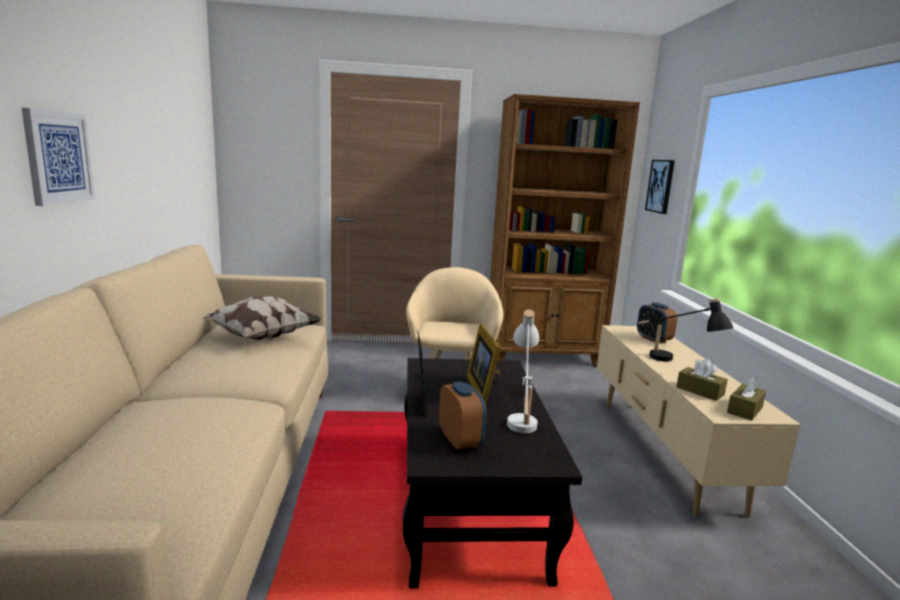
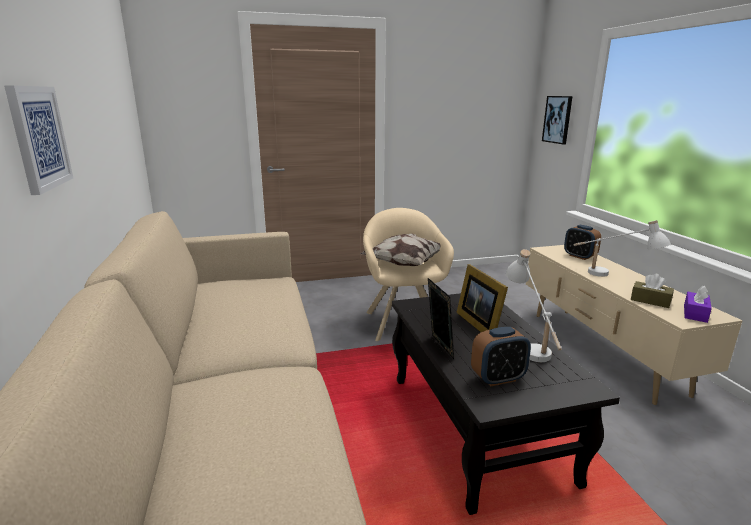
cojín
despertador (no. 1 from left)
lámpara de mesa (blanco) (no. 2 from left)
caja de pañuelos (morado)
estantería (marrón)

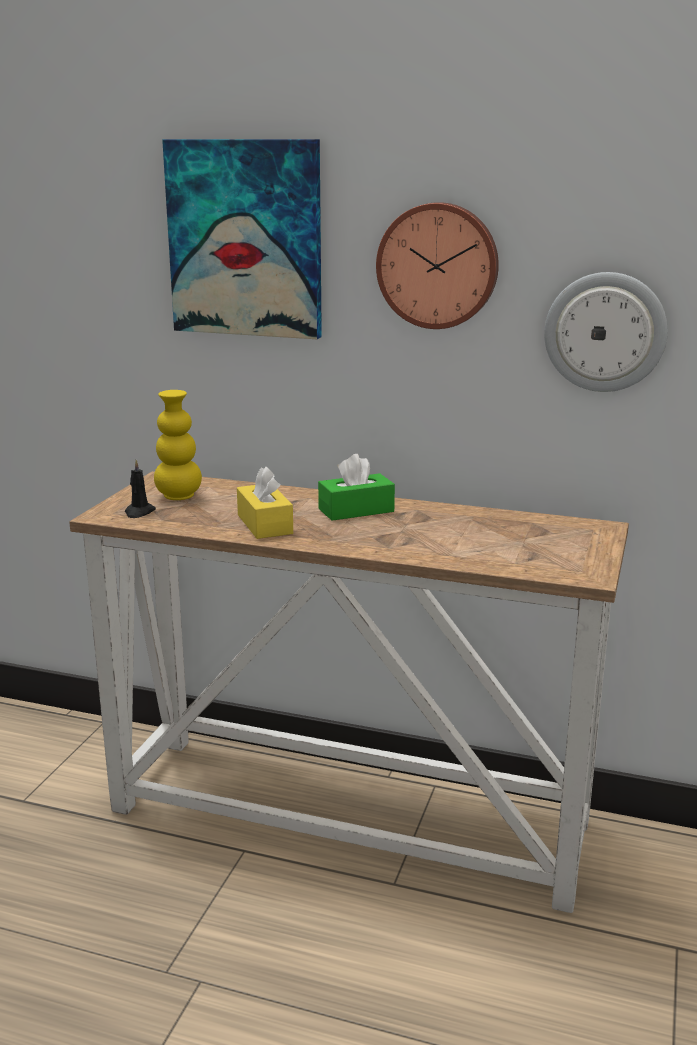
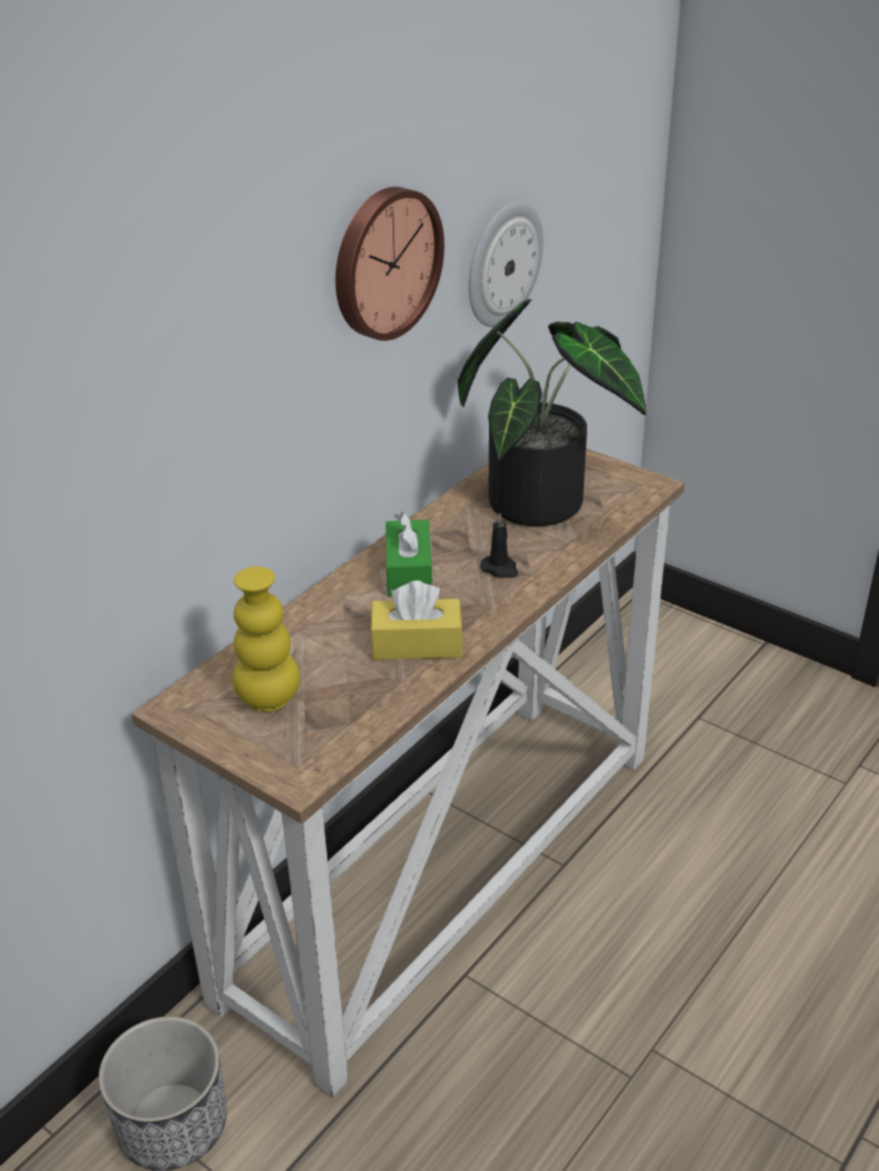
maceta
planta en maceta
vela (negro)
cuadro

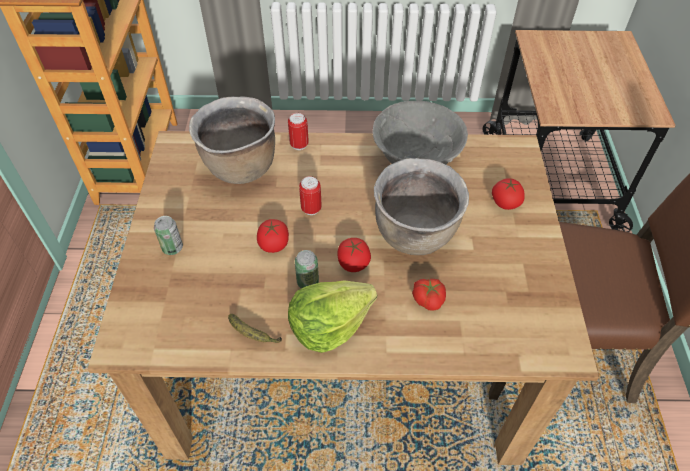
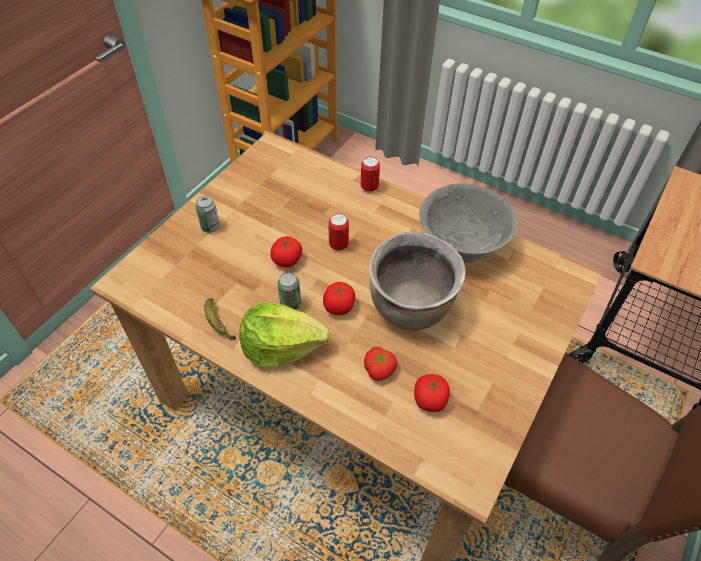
tomate (no. 4 from left)
olla (marrón) (no. 1 from left in the first image)

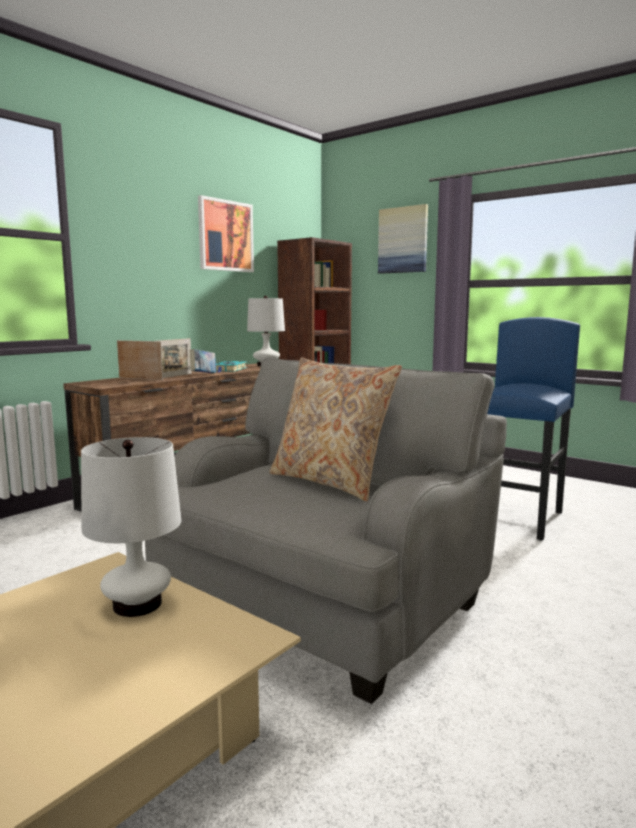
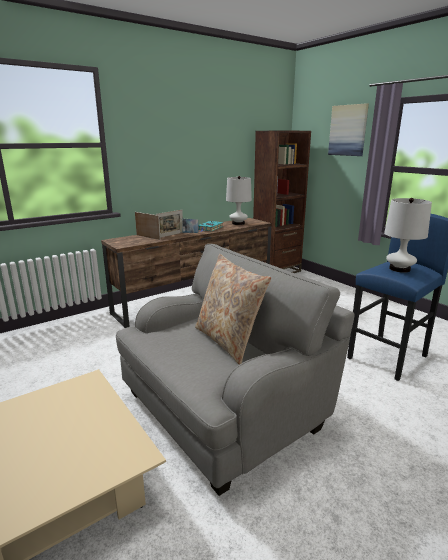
lámpara de mesa (blanco) (no. 2 from left)
cuadro (no. 1 from left in the first image)

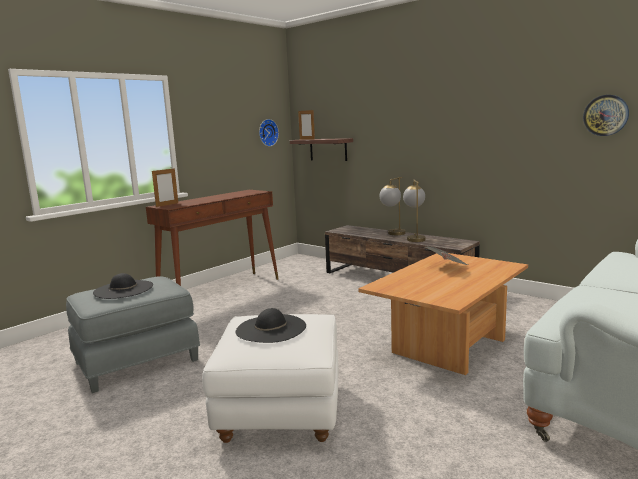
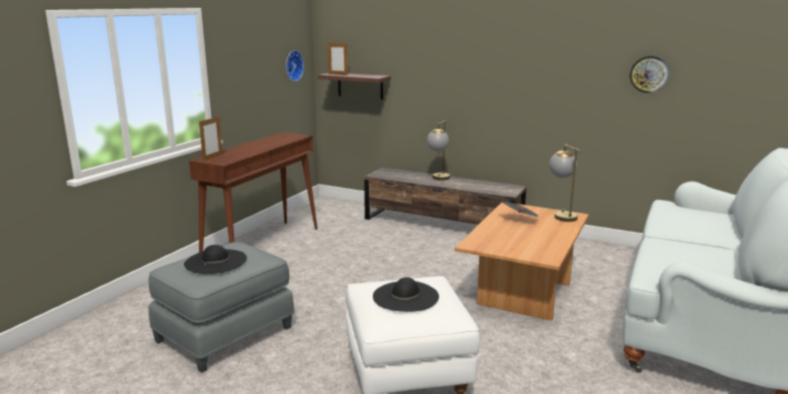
lámpara de mesa (no. 2 from left)

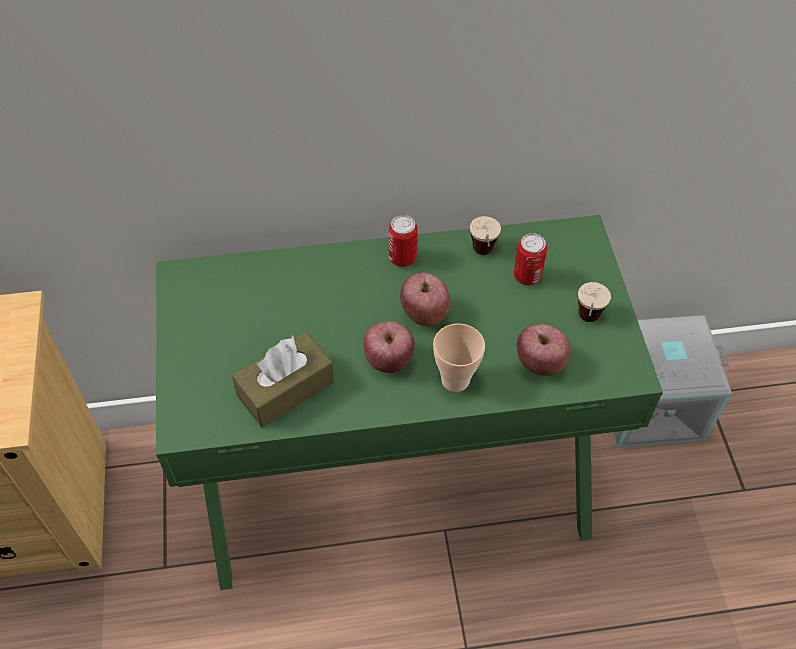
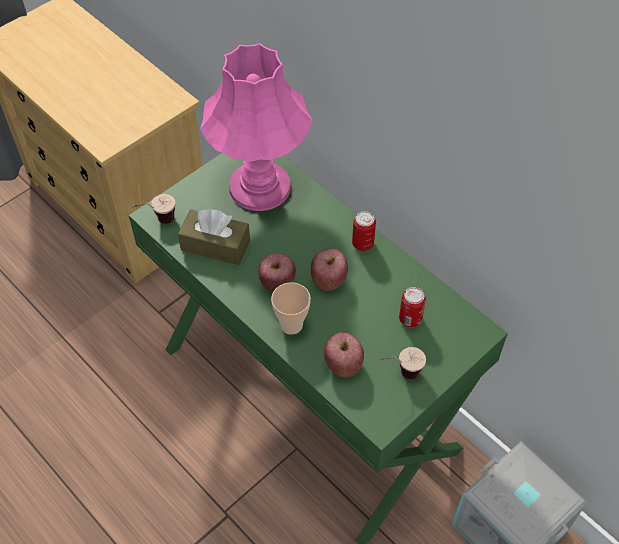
taza (no. 1 from left)
lámpara de mesa (rosa)

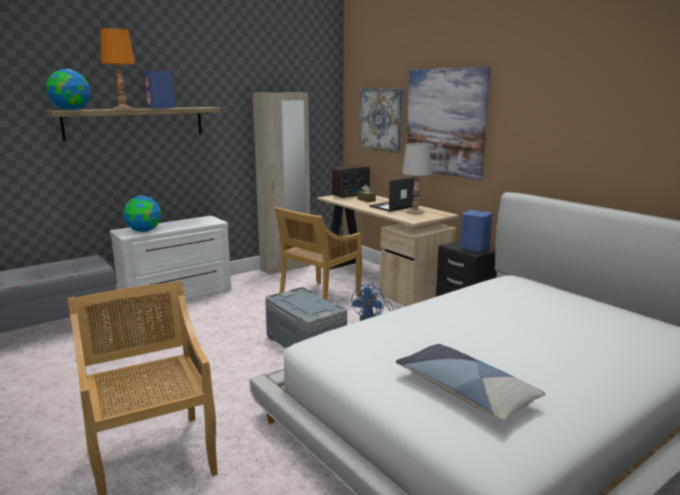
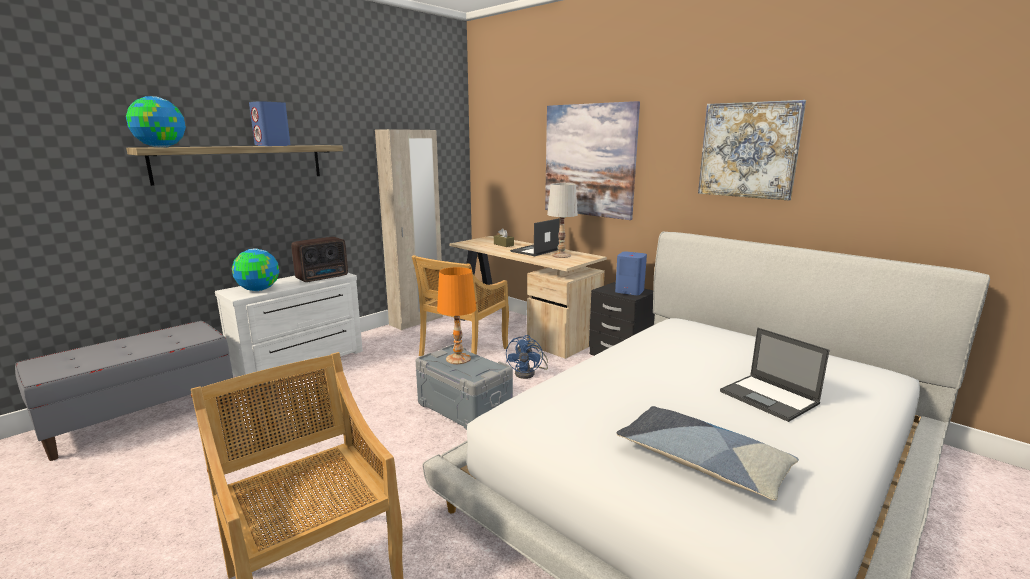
radio
lámpara de mesa (naranja)
cuadro (no. 2 from left)
portátil (no. 2 from left)

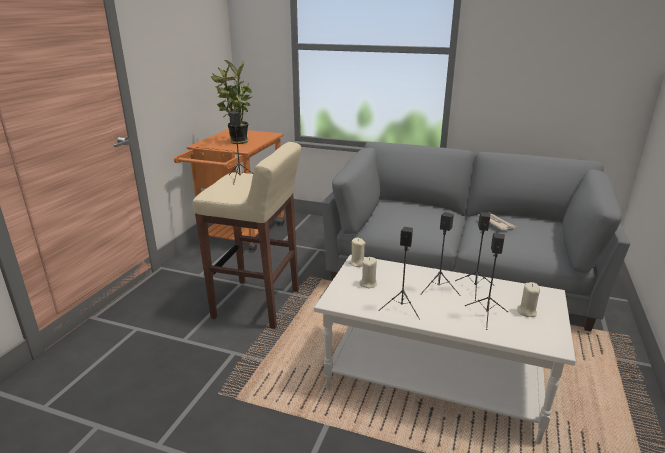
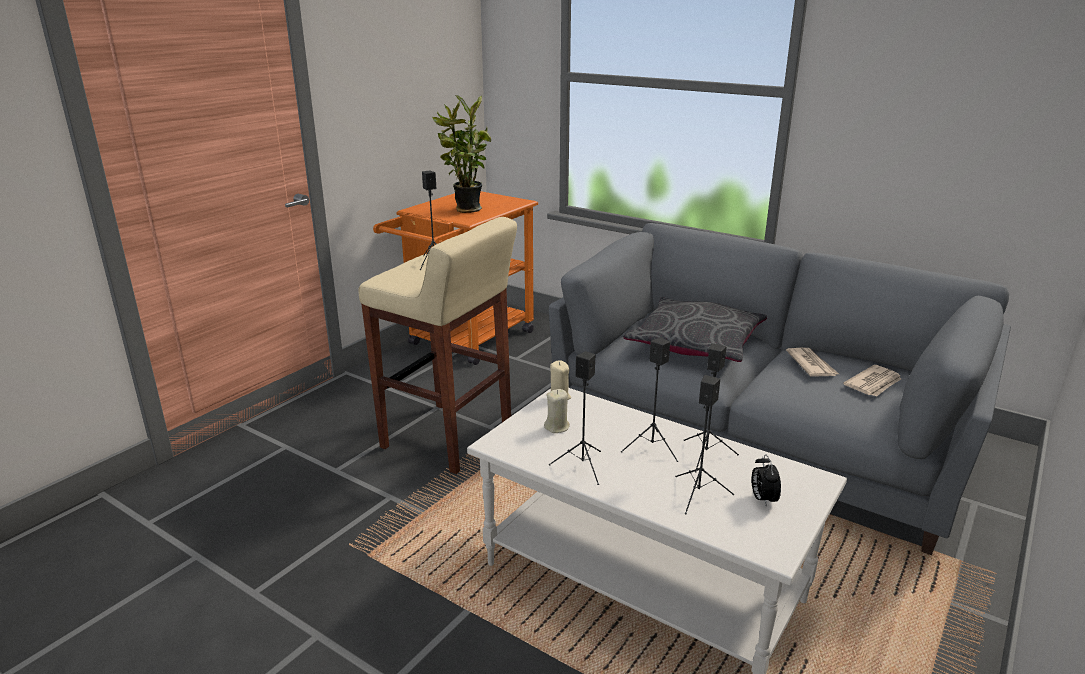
cojín (gris)
despertador
periódico (no. 2 from left)

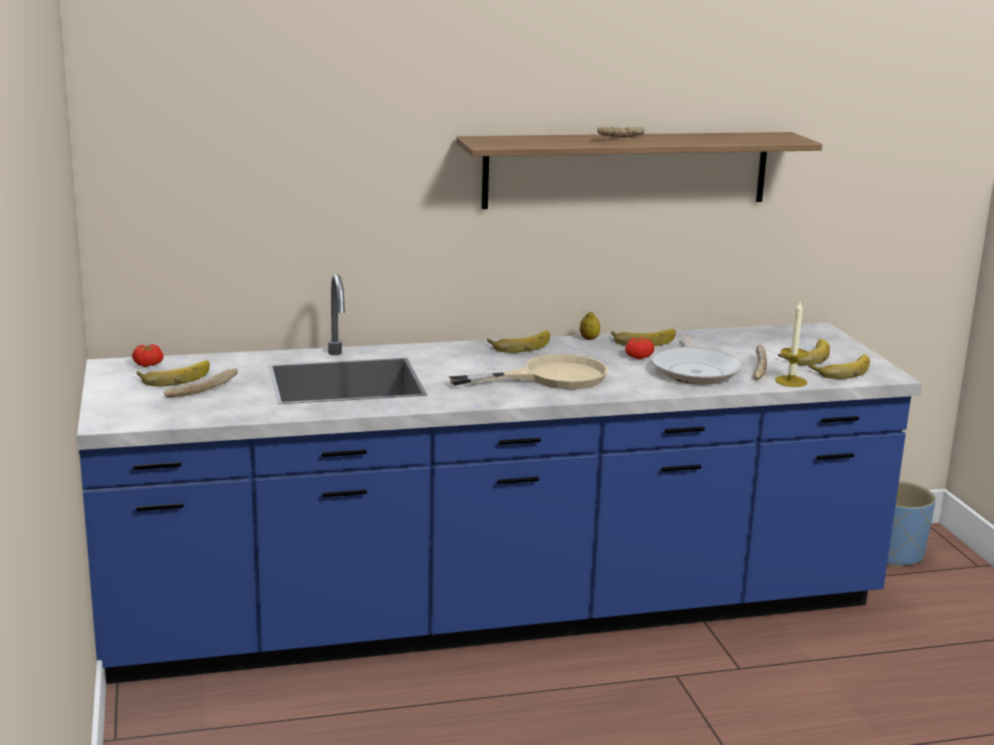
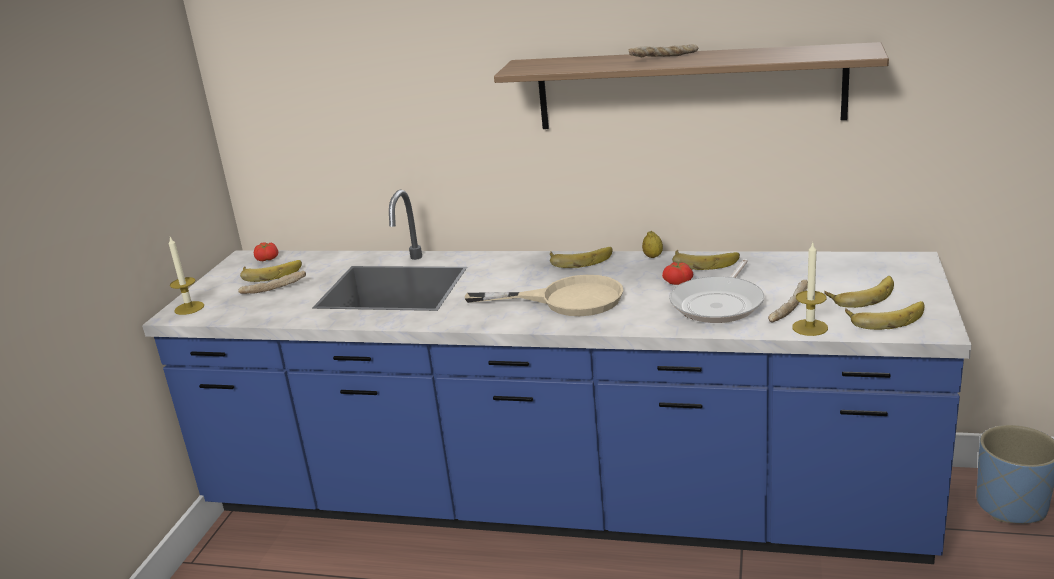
vela (no. 1 from left)

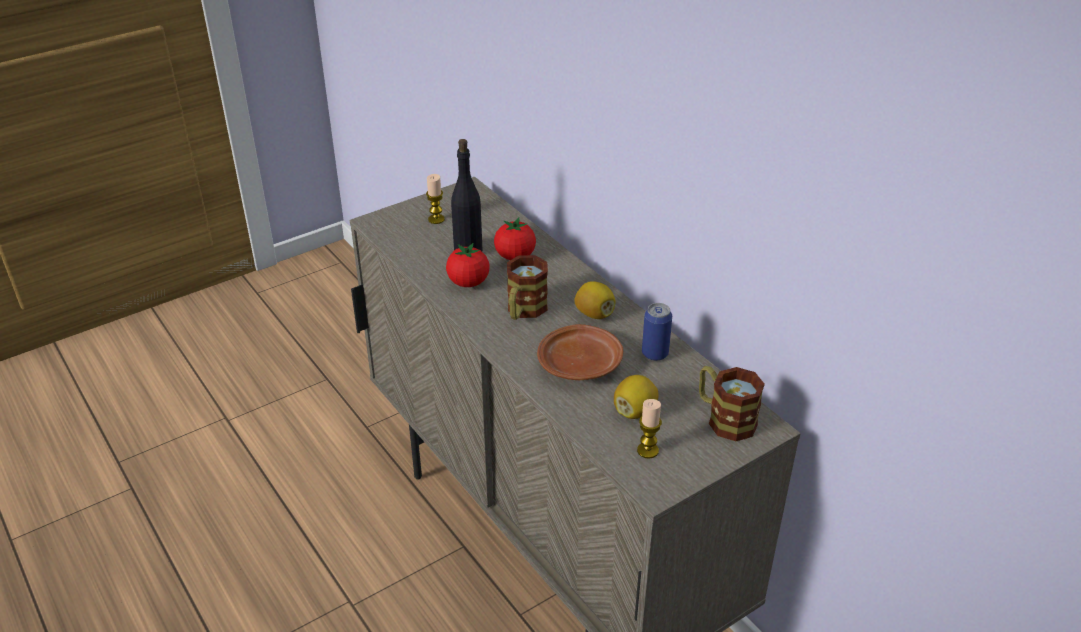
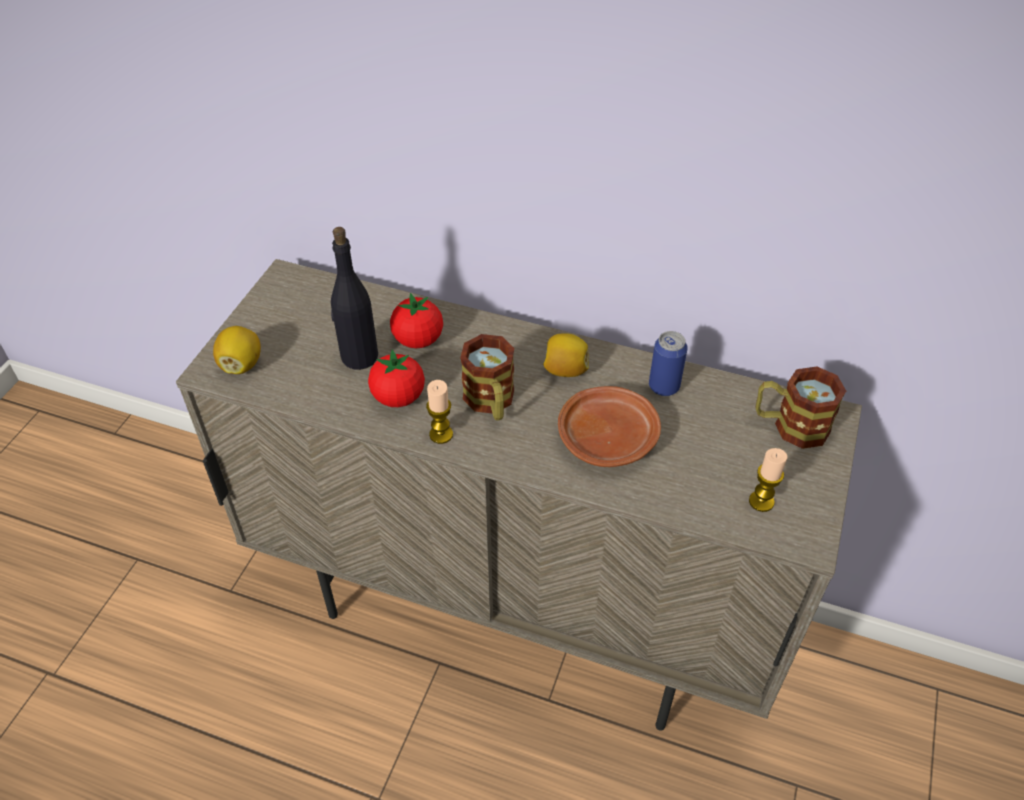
limón (no. 1 from left)
vela (no. 1 from left)

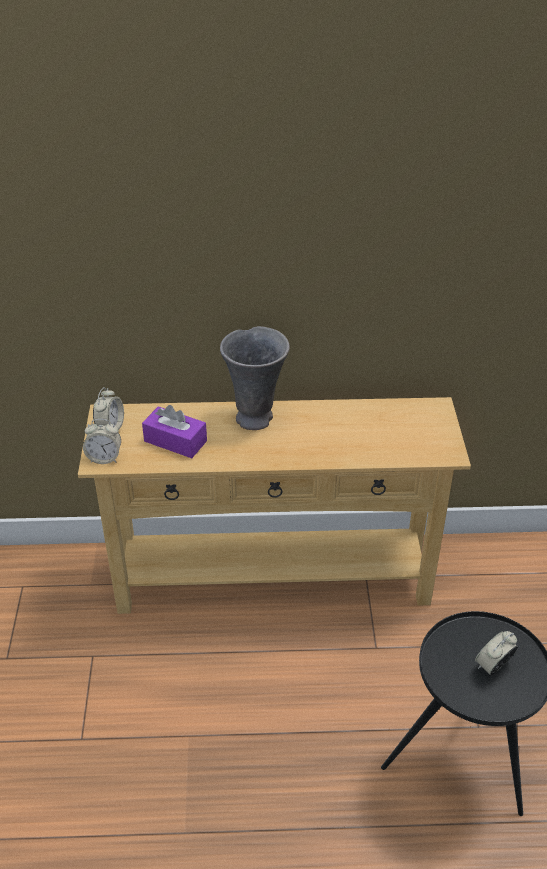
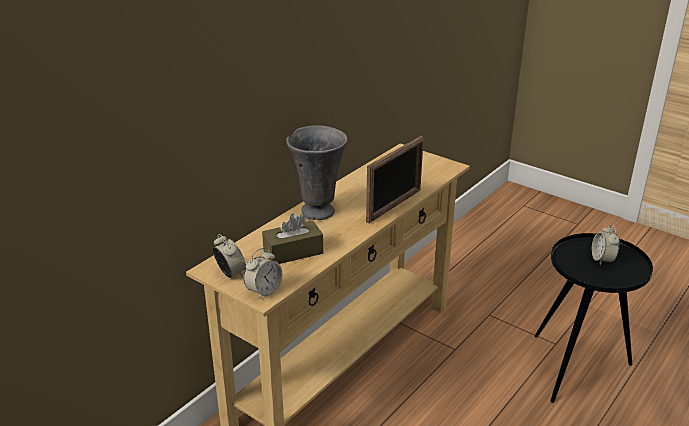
caja de pañuelos (marrón)
portarretratos

